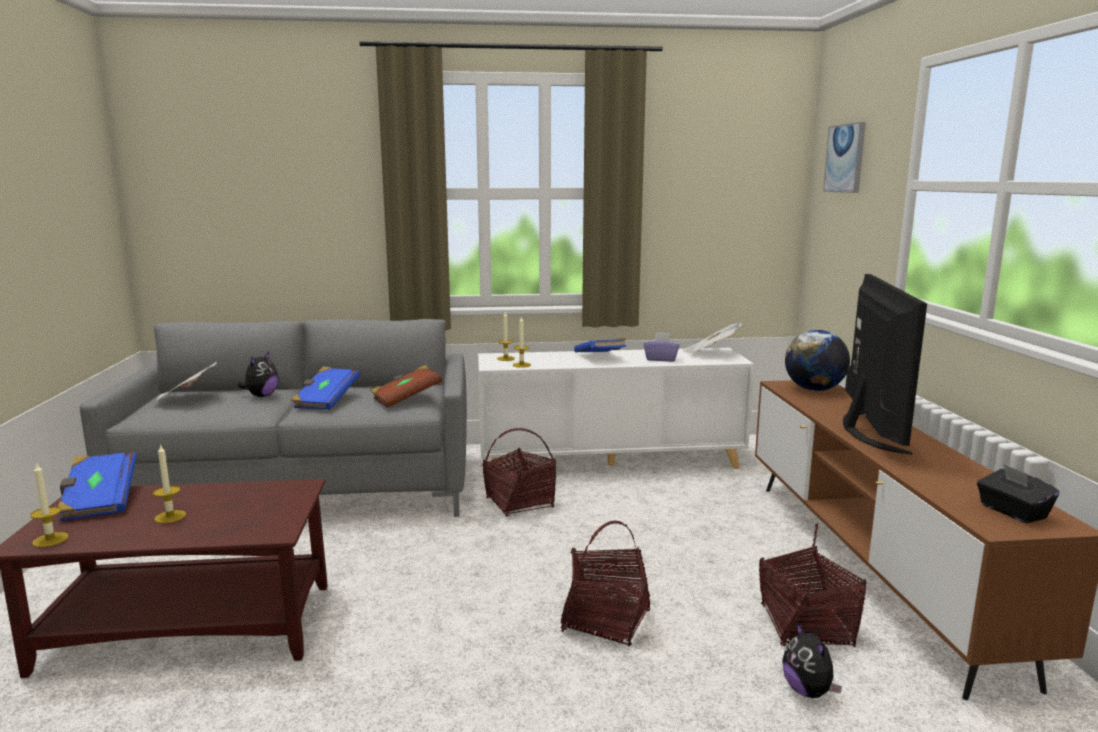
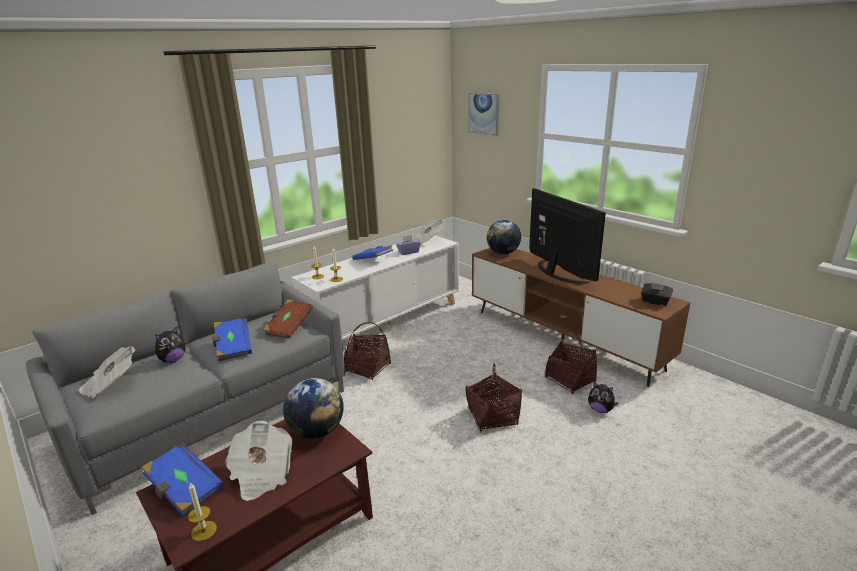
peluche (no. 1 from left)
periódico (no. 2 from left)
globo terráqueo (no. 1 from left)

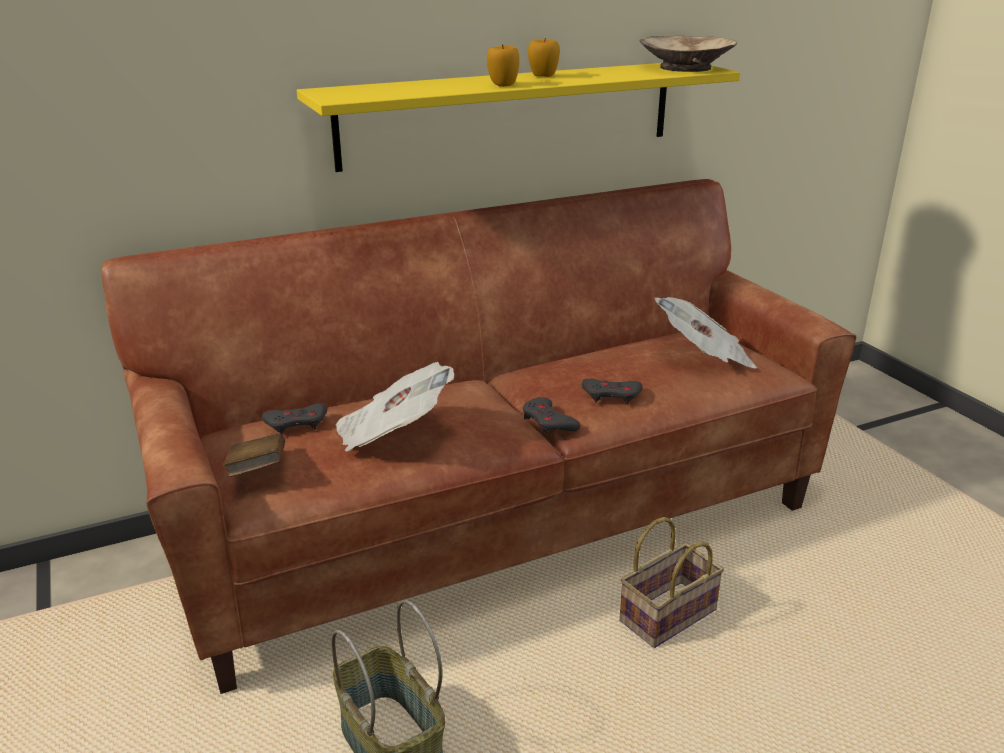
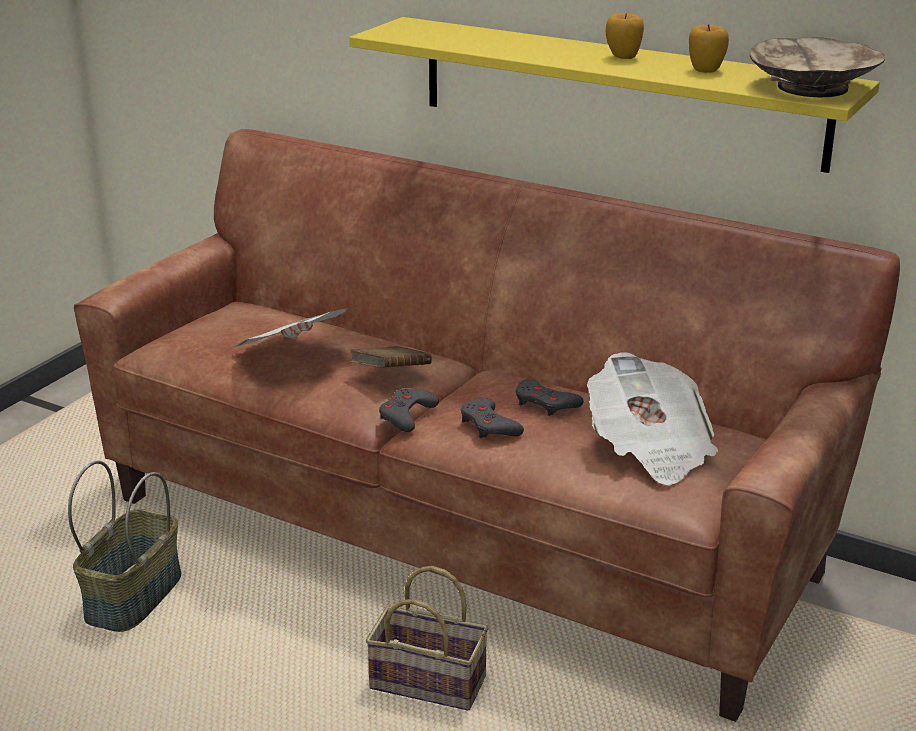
libro (marrón)
mando de consola (gris) (no. 3 from left)
manzana (no. 2 from left)

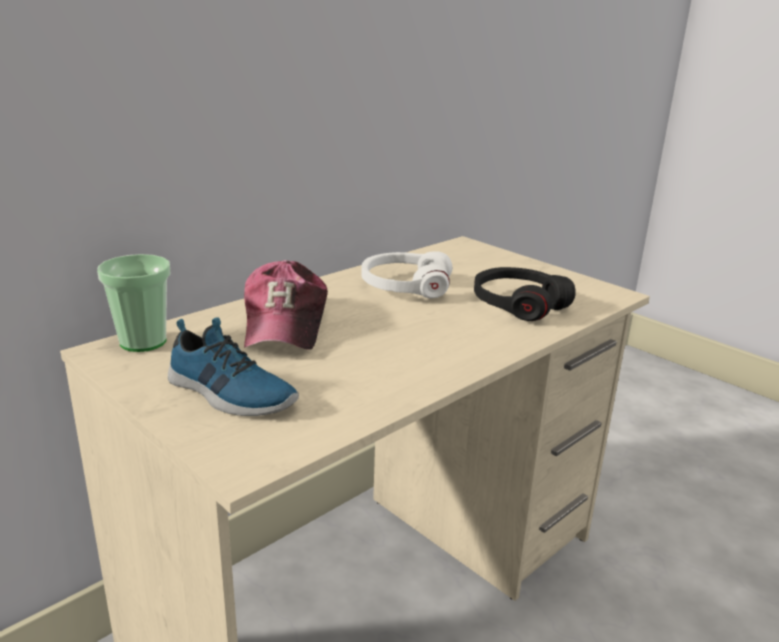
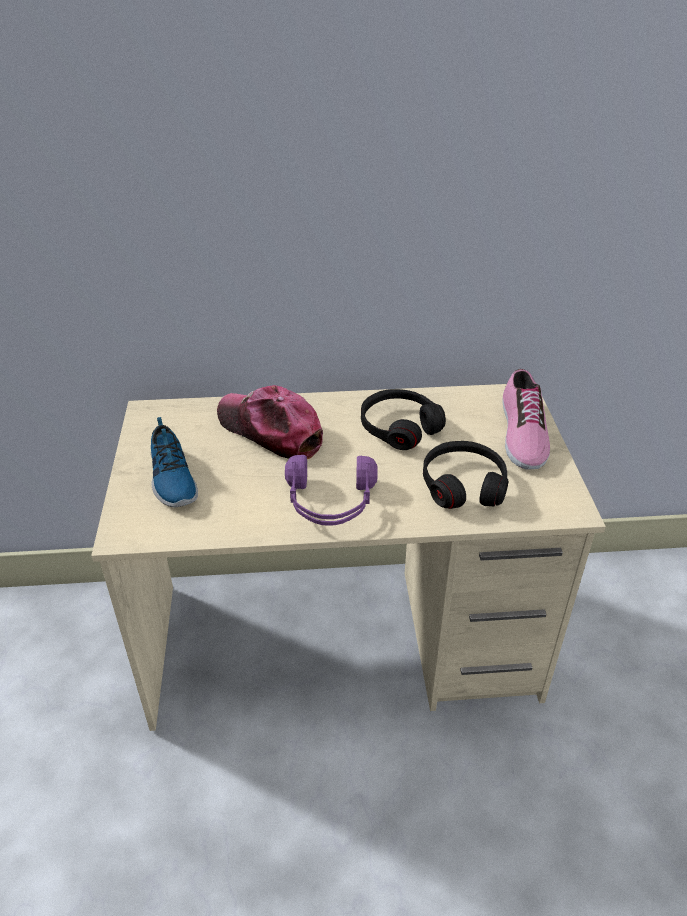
gorra
auriculares (morado)
auriculares (negro) (no. 1 from left)
zapato (no. 2 from left)
taza

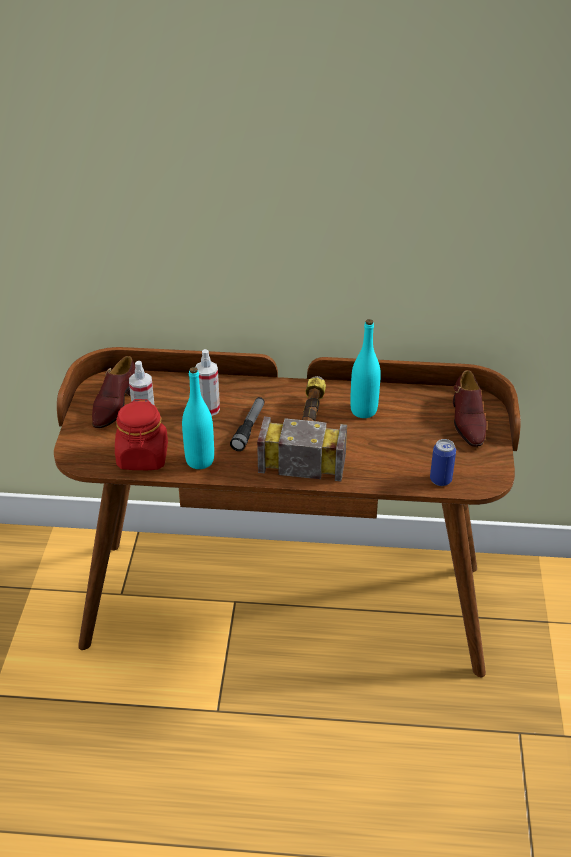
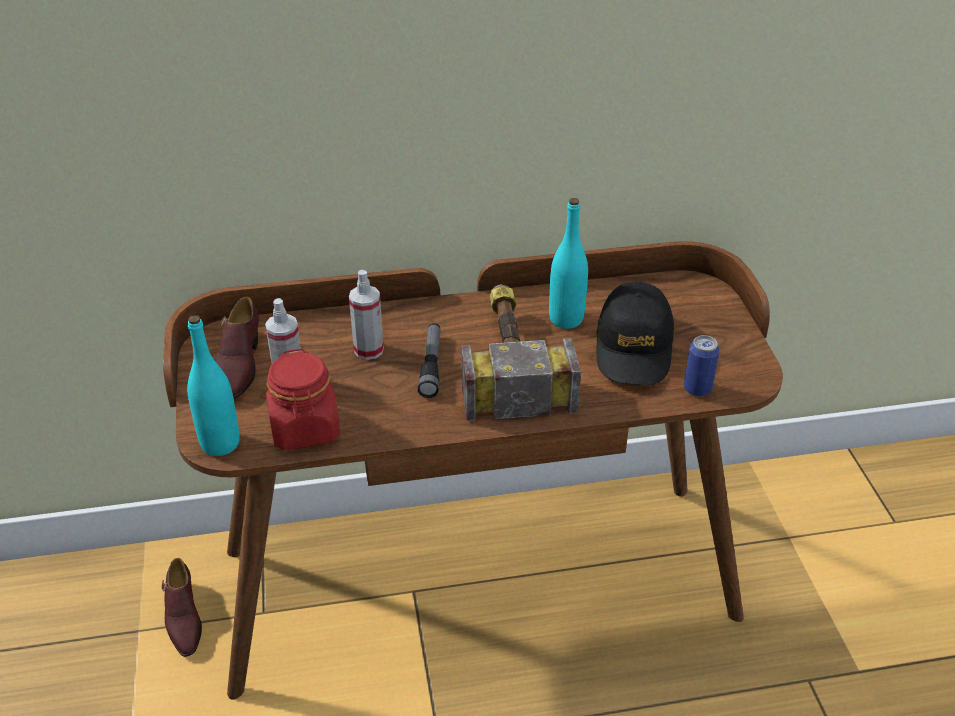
zapato (marrón) (no. 1 from left)
botella (turquesa) (no. 1 from left)
gorra (negro)

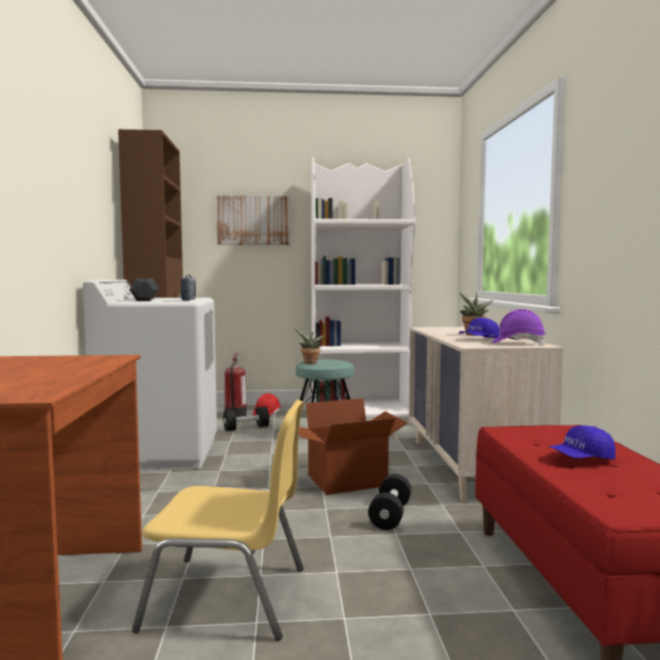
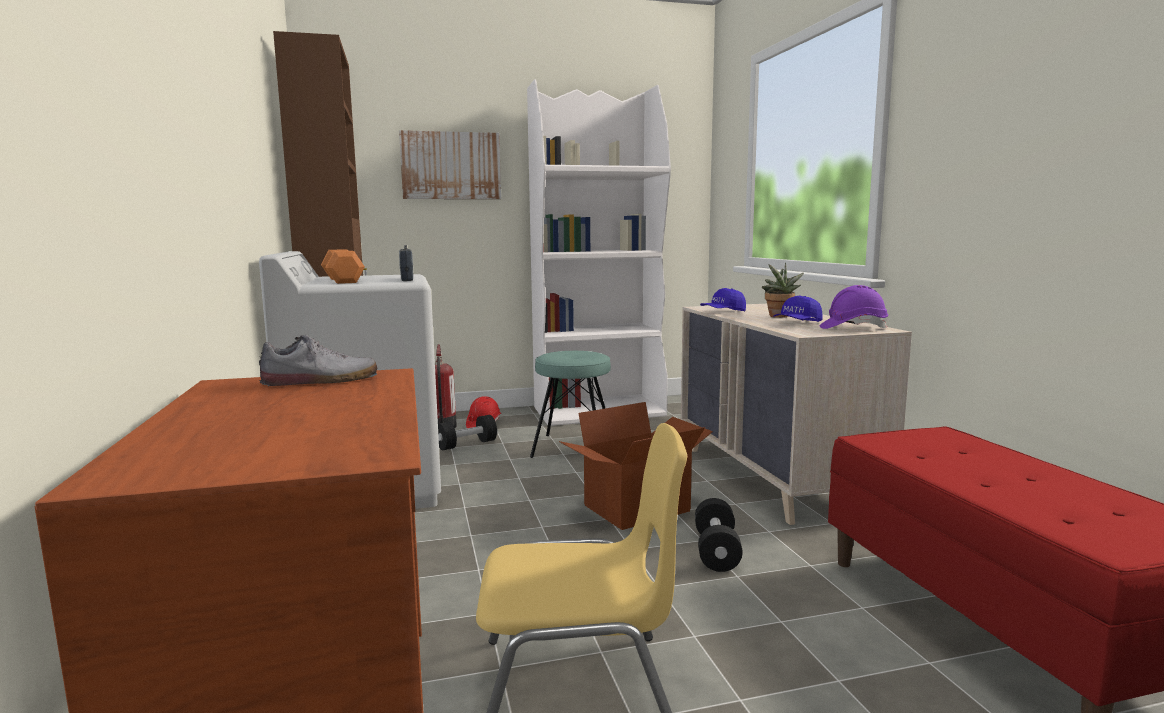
zapato
mancuerna (naranja)
gorra (azul) (no. 1 from left)
planta en maceta (no. 1 from left in the first image)

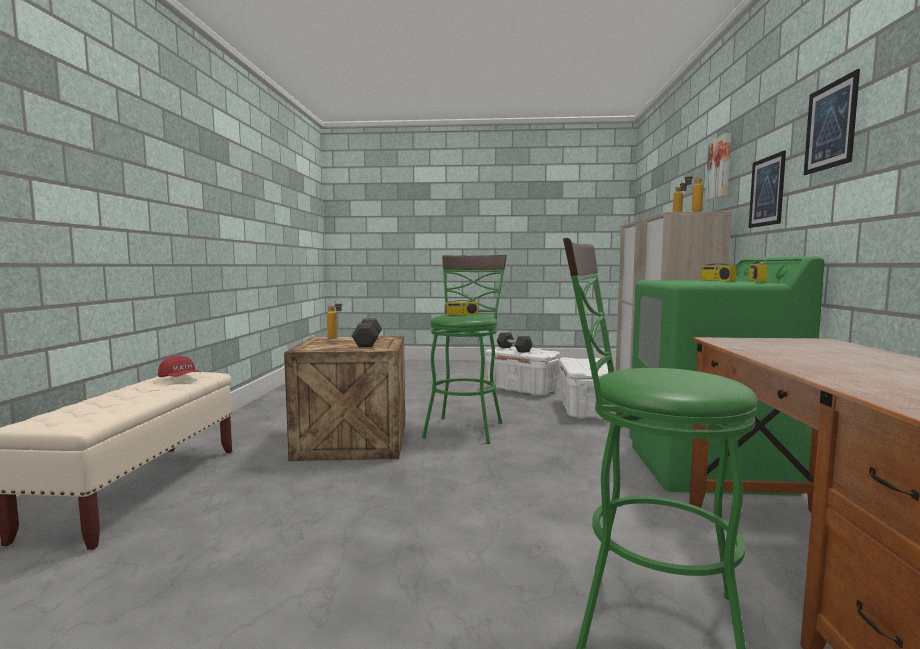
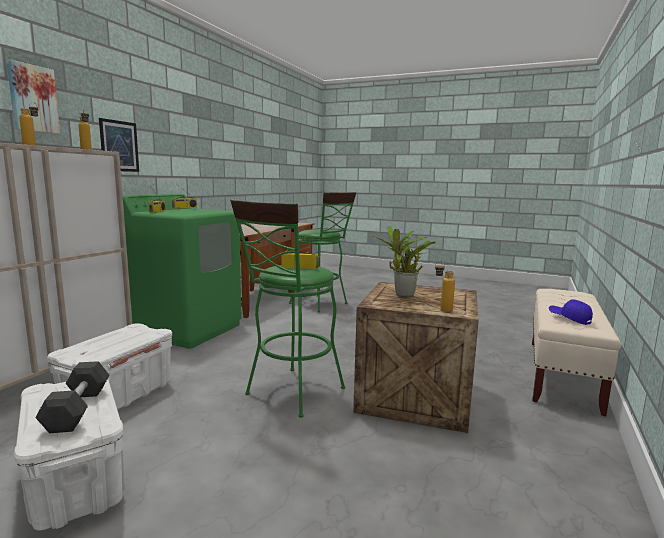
planta en maceta
gorra (azul)
cuadro (no. 3 from left in the first image)

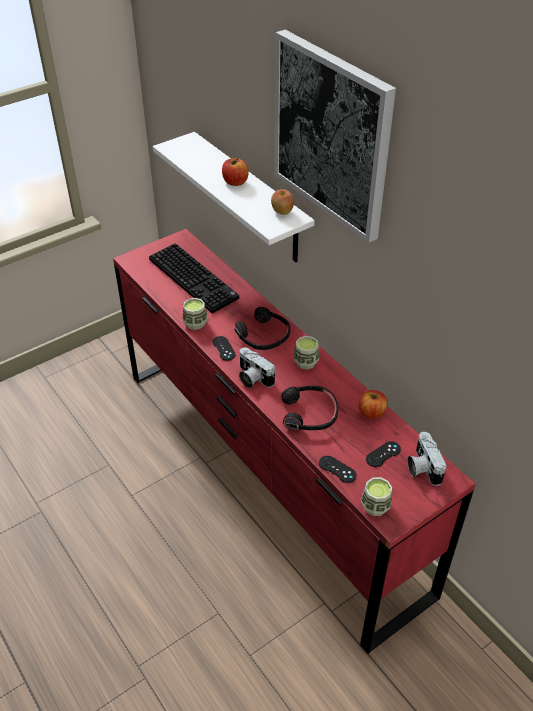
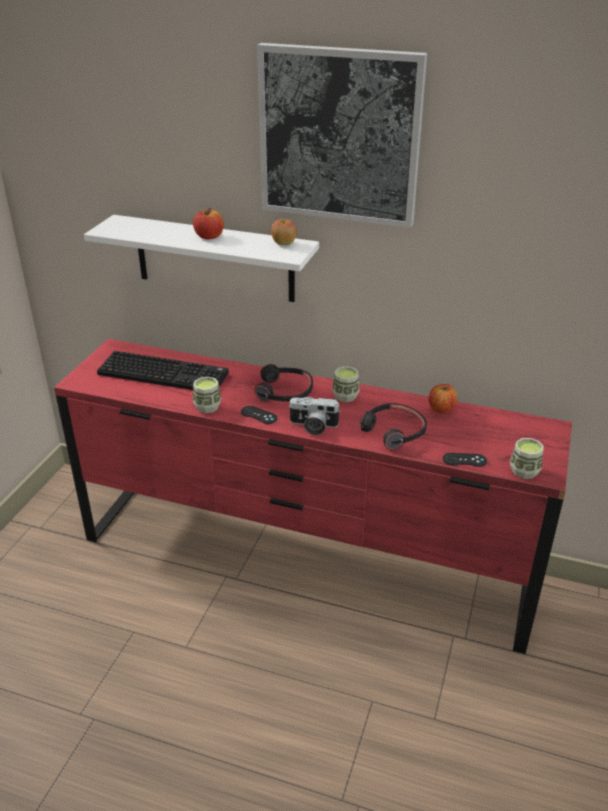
mando de consola (negro) (no. 3 from left in the first image)
cámara (no. 2 from left in the first image)

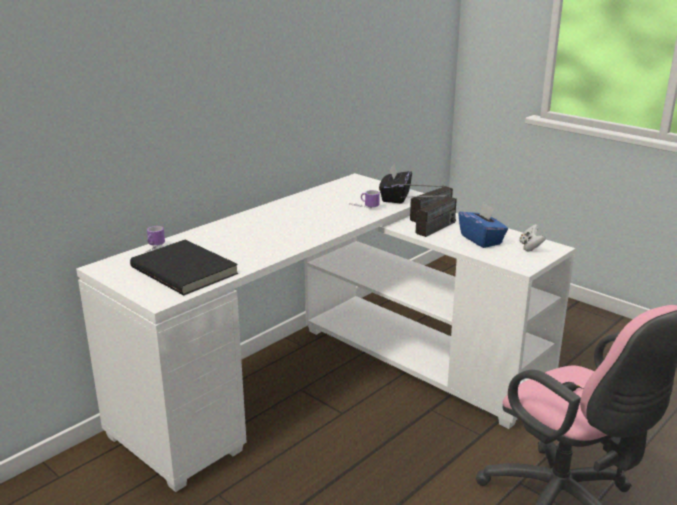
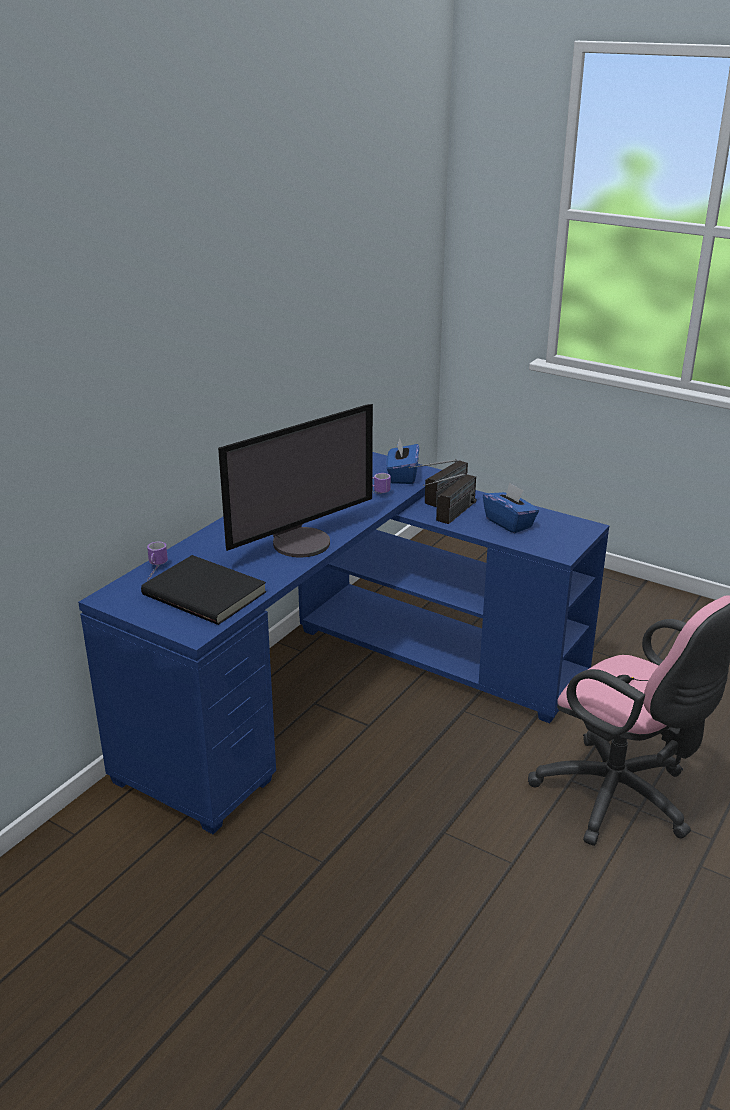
escritorio (azul)
monitor
caja de pañuelos (azul) (no. 1 from left)
mando de consola (blanco)

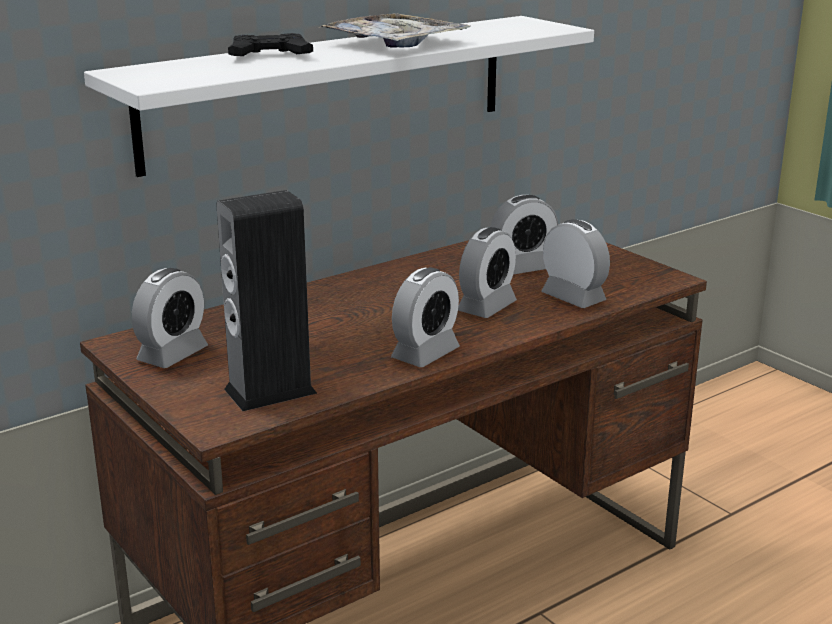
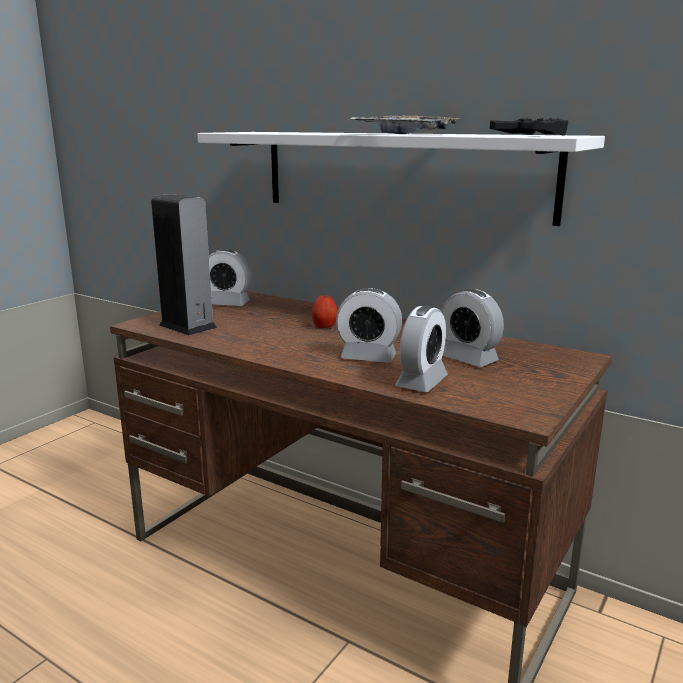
manzana
mando de consola (negro)
despertador (no. 2 from left in the first image)

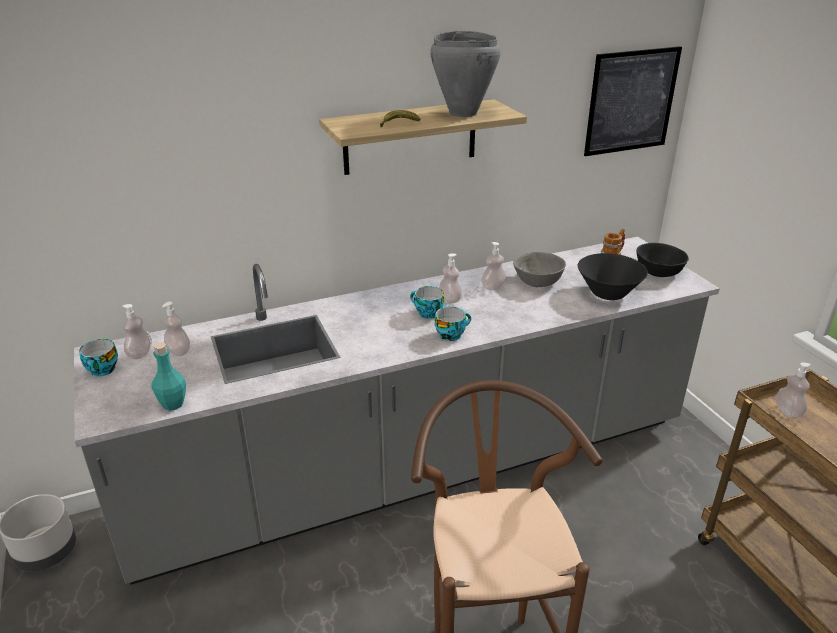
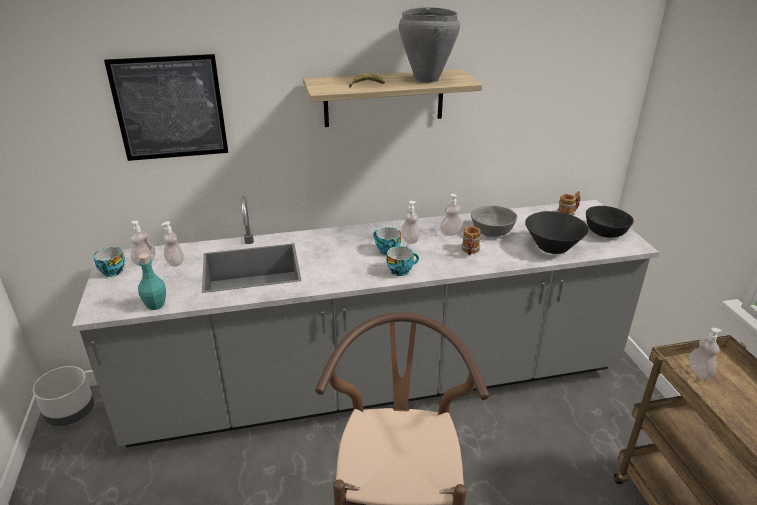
cuadro
taza grande (no. 1 from left)

